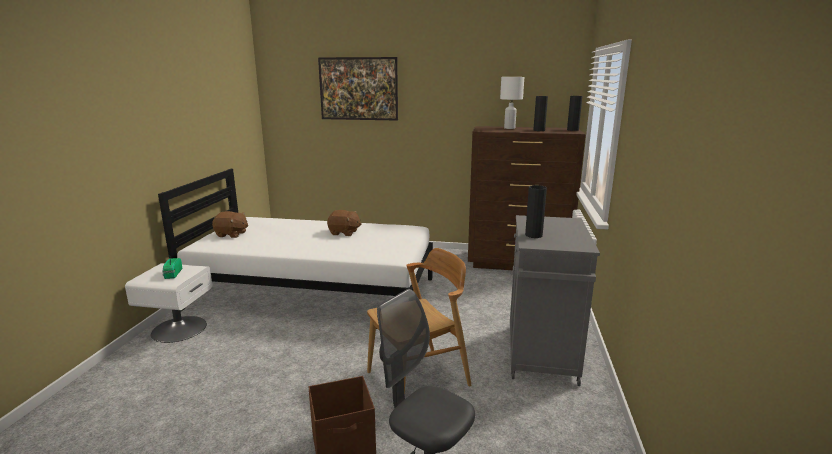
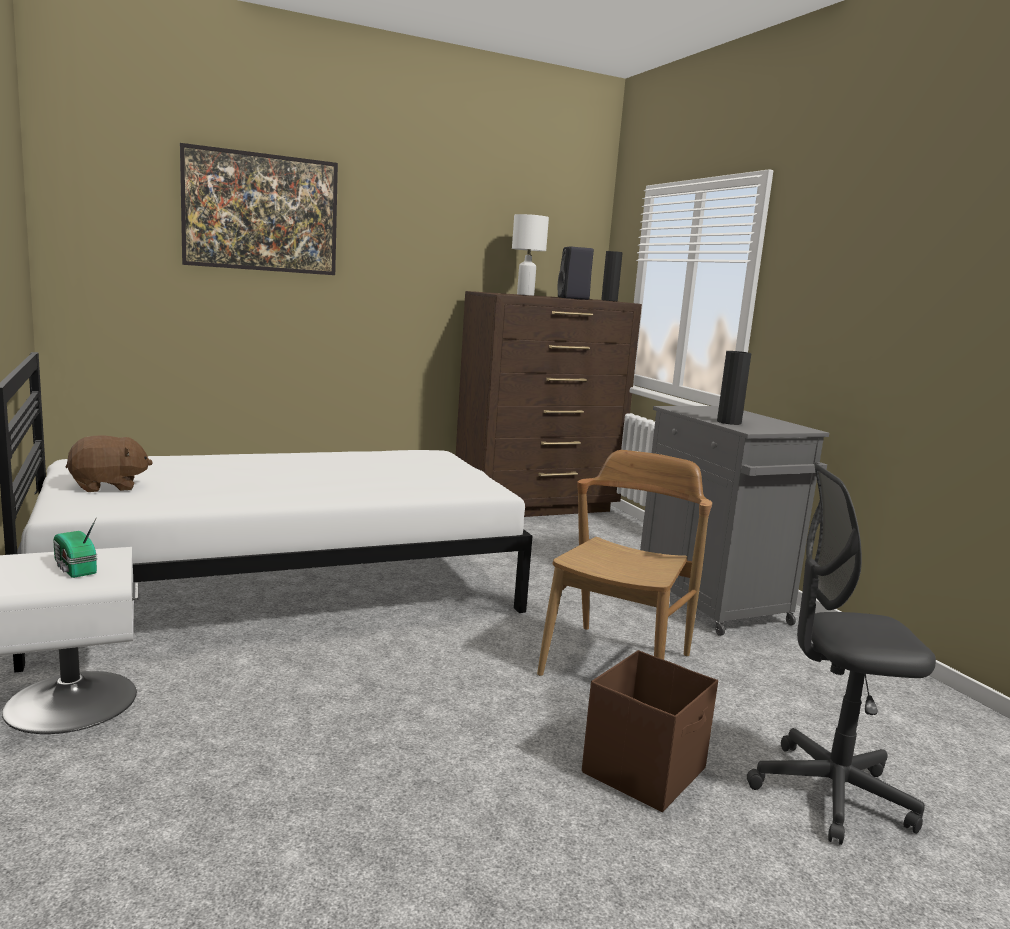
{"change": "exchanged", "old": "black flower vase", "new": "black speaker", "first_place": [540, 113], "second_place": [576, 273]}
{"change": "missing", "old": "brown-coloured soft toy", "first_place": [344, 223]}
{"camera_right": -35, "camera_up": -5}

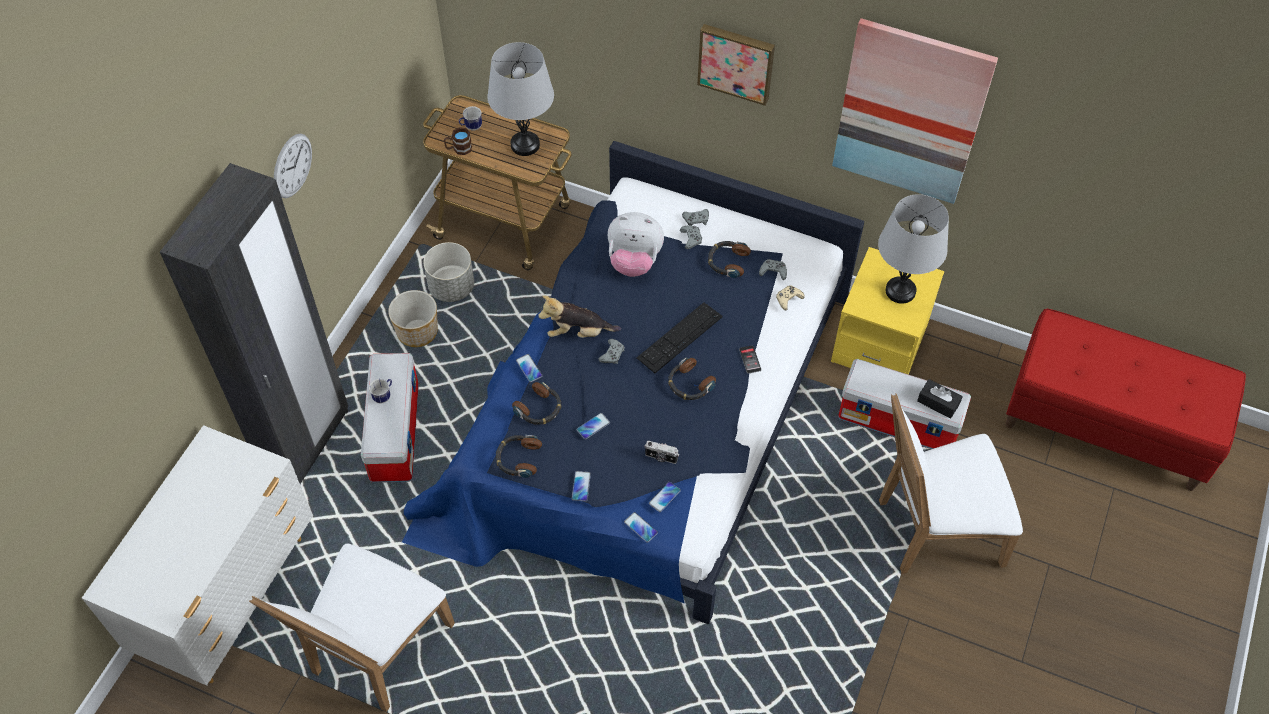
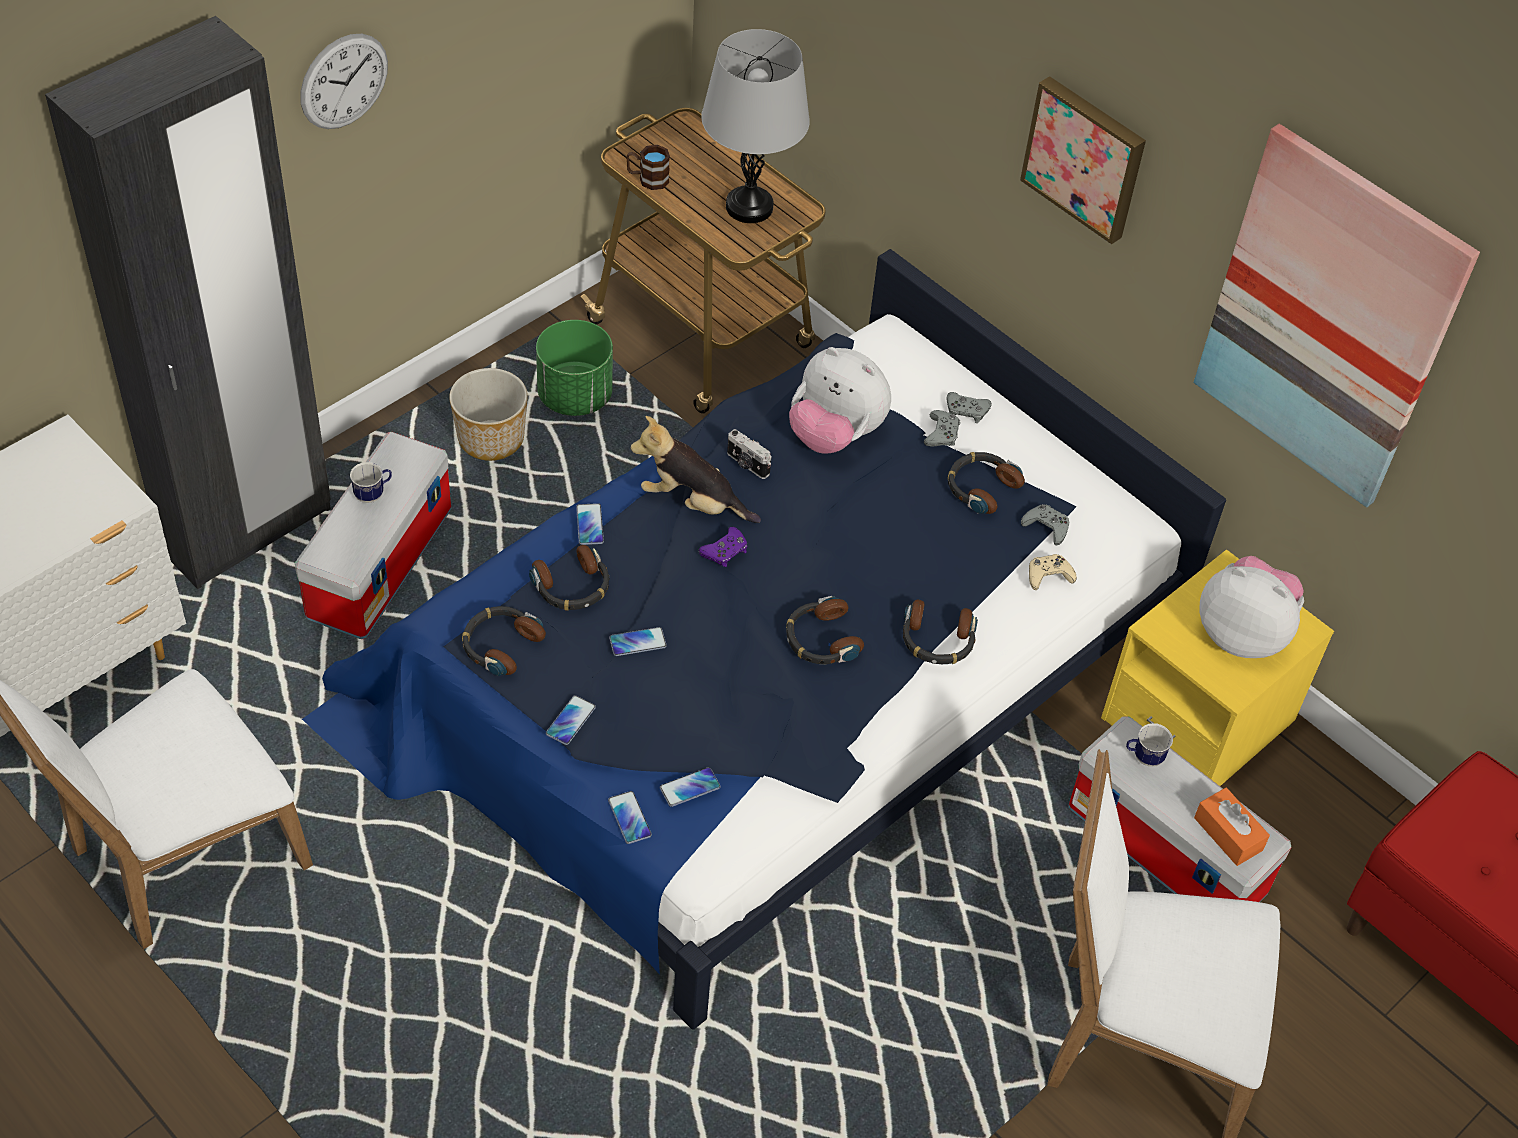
{"change": "colour", "old": "gray flower pot", "new": "greenish flower pot", "first_place": [448, 272], "second_place": [574, 368]}
{"change": "colour", "old": "gray joypad", "new": "purple-coloured joypad", "first_place": [611, 351], "second_place": [723, 547]}
{"change": "relocated", "old": "still camera", "first_place": [662, 452], "second_place": [749, 454]}
{"change": "exchanged", "old": "handset", "new": "headset", "first_place": [750, 360], "second_place": [940, 632]}
{"change": "relocated", "old": "coffee mug", "first_place": [470, 118], "second_place": [1149, 745]}
{"change": "colour", "old": "black box of tissues", "new": "orange-coloured box of tissues", "first_place": [940, 399], "second_place": [1232, 827]}
{"change": "exchanged", "old": "gray tabletop lamp", "new": "soft toy", "first_place": [913, 249], "second_place": [1251, 607]}
{"change": "missing", "old": "PC keyboard", "first_place": [680, 337]}
{"camera_right": 20, "camera_up": -5}

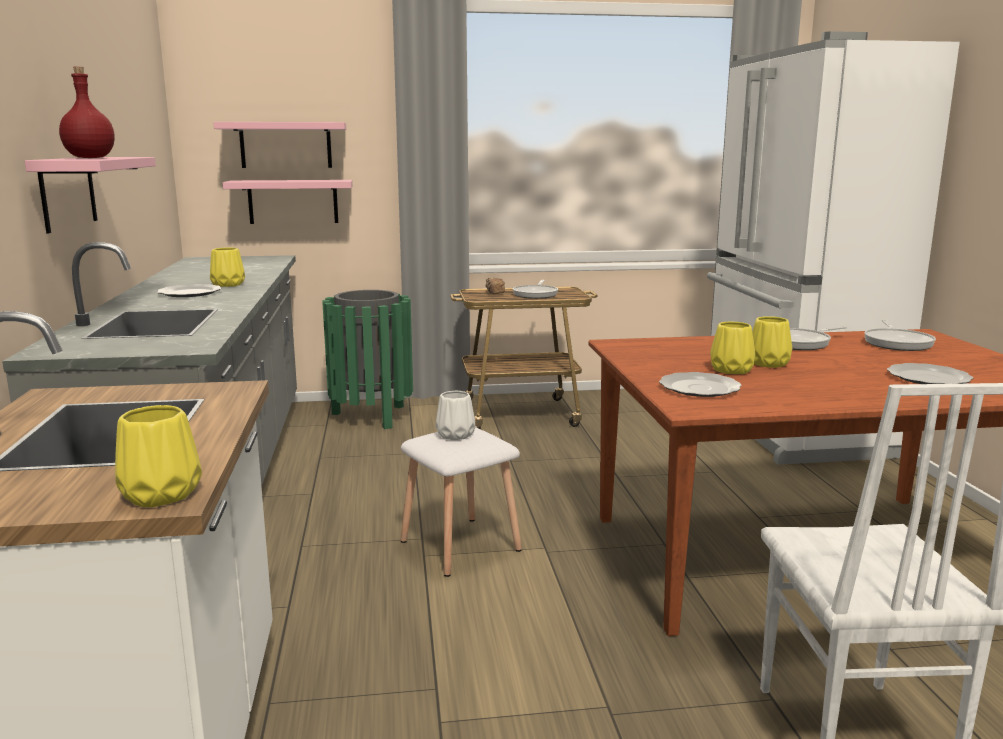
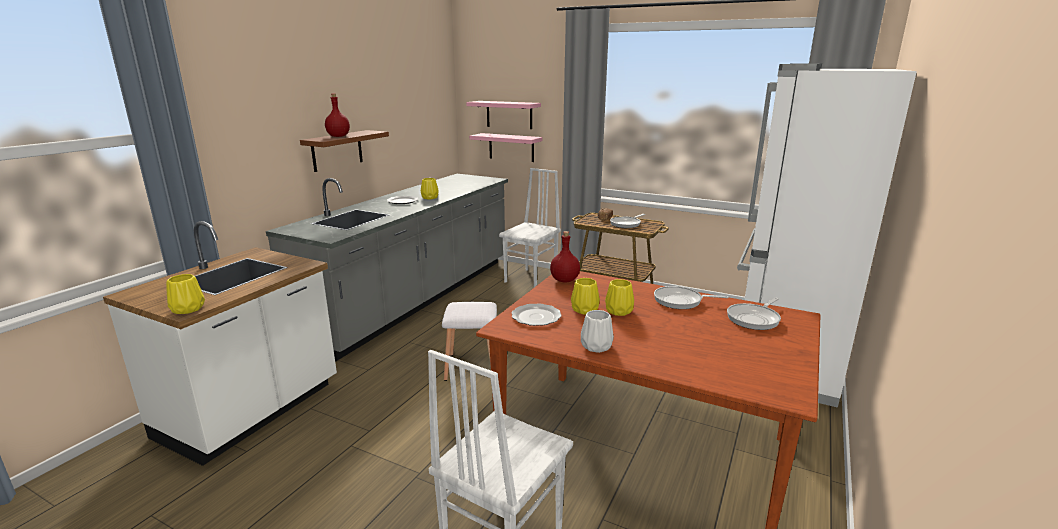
{"change": "colour", "old": "pinkish bracket shelf", "new": "brown-coloured bracket shelf", "first_place": [90, 195], "second_place": [344, 151]}
{"change": "exchanged", "old": "greenish waste bin", "new": "whitish upright chair", "first_place": [367, 359], "second_place": [530, 227]}
{"change": "appeared", "new": "red bottle", "second_place": [565, 257]}
{"change": "relocated", "old": "whitish flower vase", "first_place": [455, 415], "second_place": [597, 331]}
{"change": "missing", "old": "flat dish", "first_place": [930, 373]}
{"camera_right": 35, "camera_up": 5}

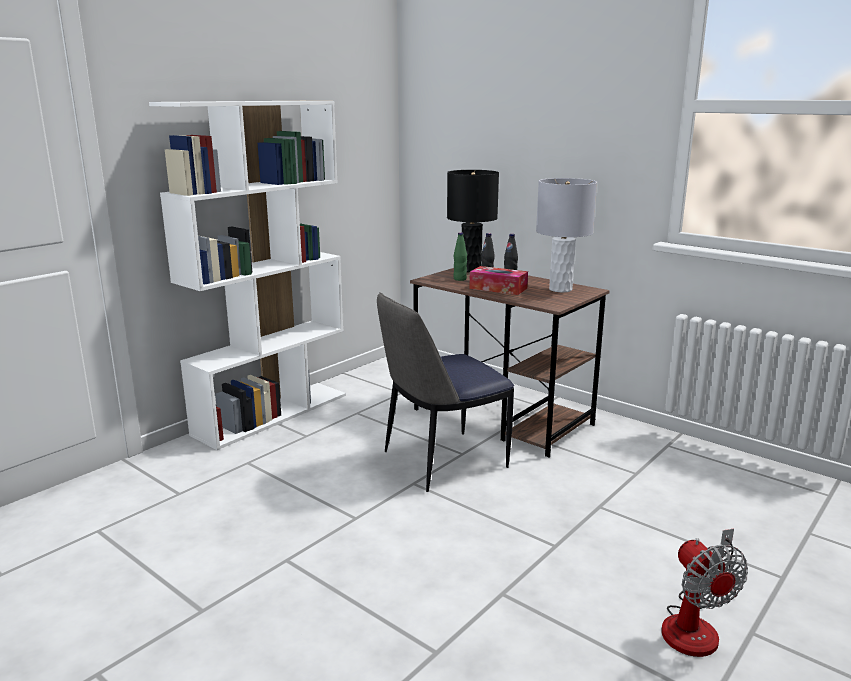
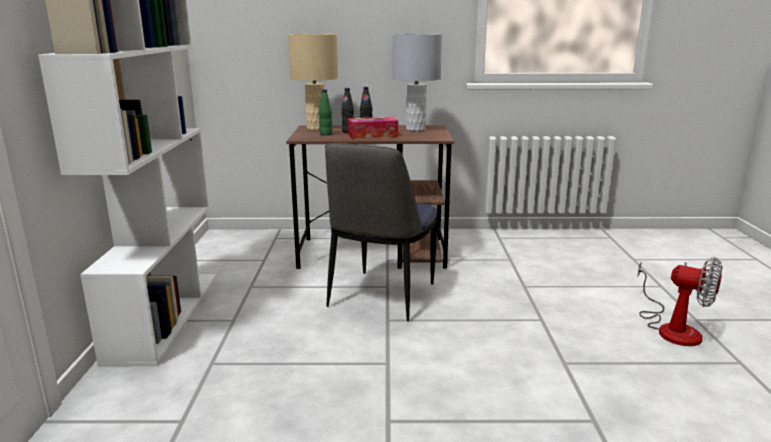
{"change": "colour", "old": "black tabletop lamp", "new": "beige-coloured tabletop lamp", "first_place": [473, 221], "second_place": [313, 82]}
{"camera_right": -40, "camera_up": 0}

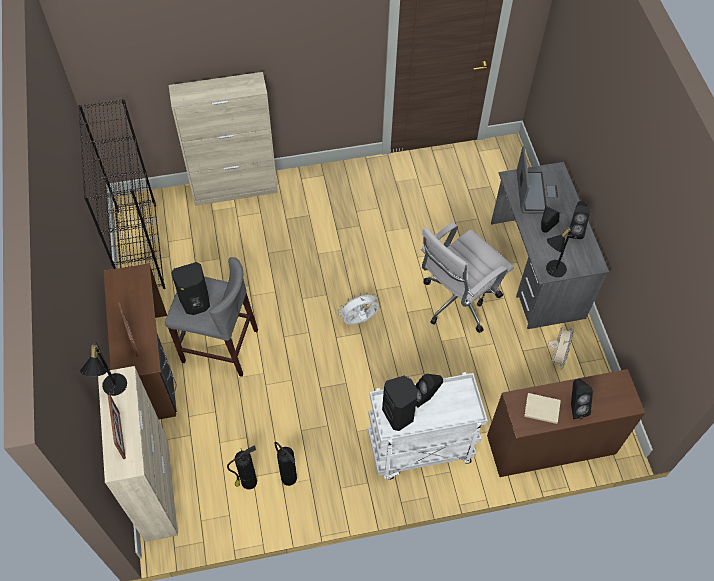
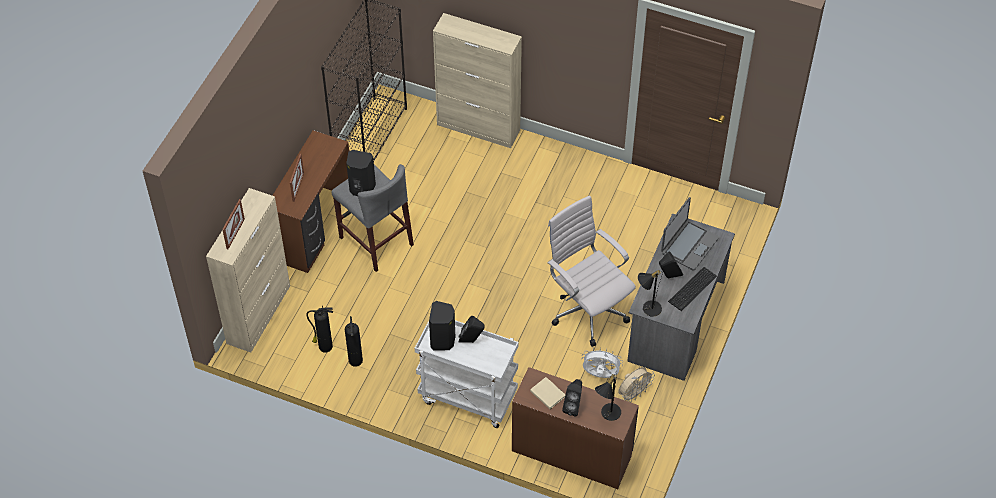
{"change": "spun", "old": "whitish office chair", "first_place": [467, 277], "second_place": [591, 271], "degrees": 60}
{"change": "relocated", "old": "whitish fan", "first_place": [358, 308], "second_place": [602, 363]}
{"change": "relocated", "old": "black tabletop lamp", "first_place": [103, 369], "second_place": [608, 397]}
{"change": "exchanged", "old": "black speaker", "new": "PC keyboard", "first_place": [579, 220], "second_place": [692, 289]}
{"camera_right": 35, "camera_up": -5}

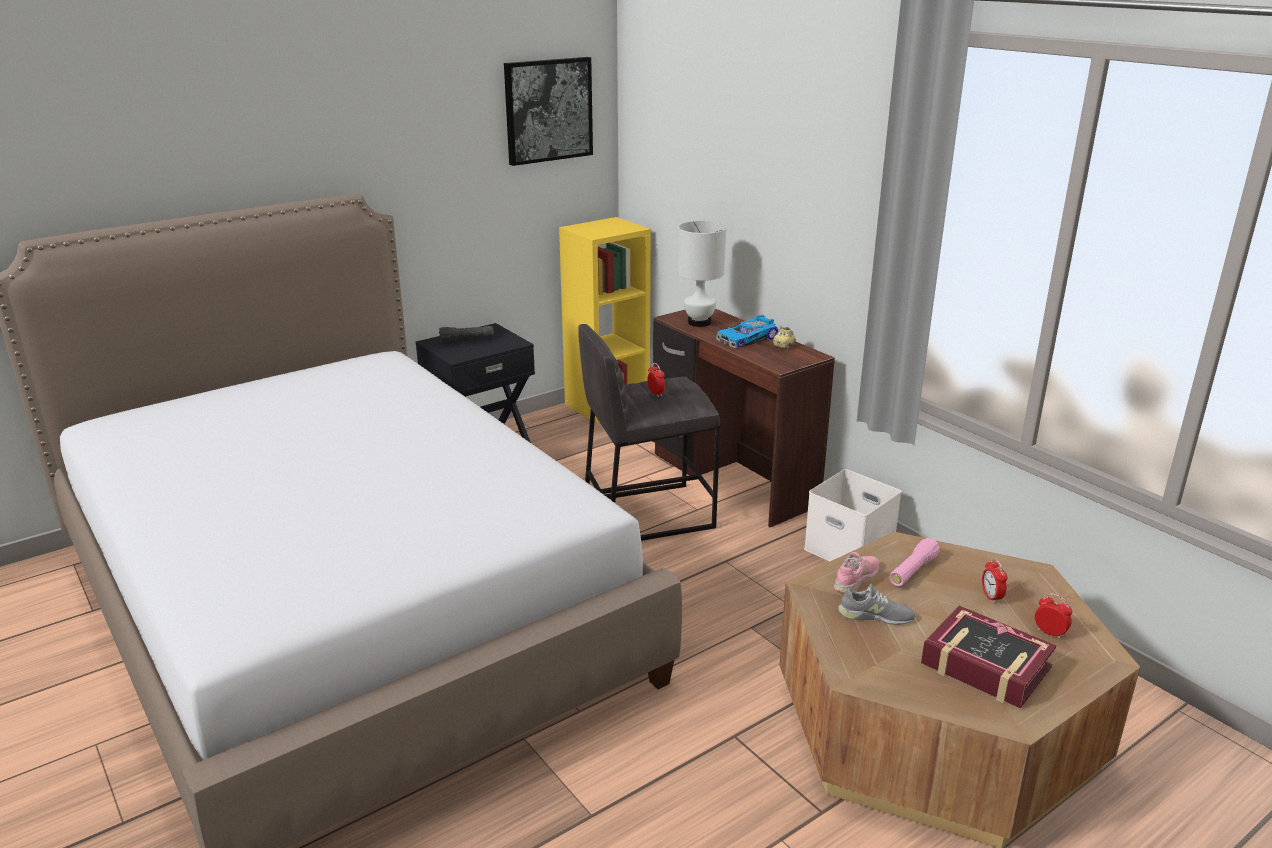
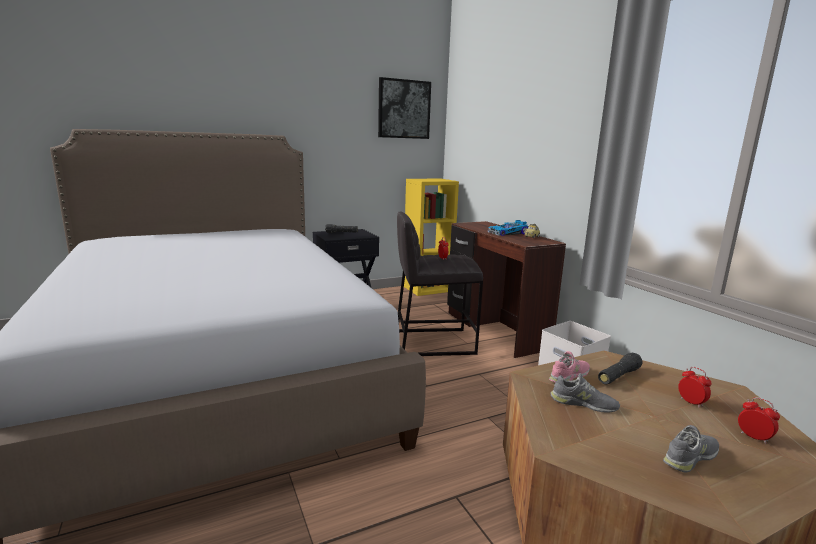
{"change": "colour", "old": "pinkish hand torch", "new": "black hand torch", "first_place": [915, 562], "second_place": [620, 368]}
{"change": "exchanged", "old": "volume", "new": "gray item of footwear", "first_place": [988, 657], "second_place": [691, 449]}
{"change": "spun", "old": "table clock", "first_place": [995, 581], "second_place": [695, 387], "degrees": 150}
{"change": "missing", "old": "whitish tabletop lamp", "first_place": [702, 274]}
{"camera_right": 10, "camera_up": -10}

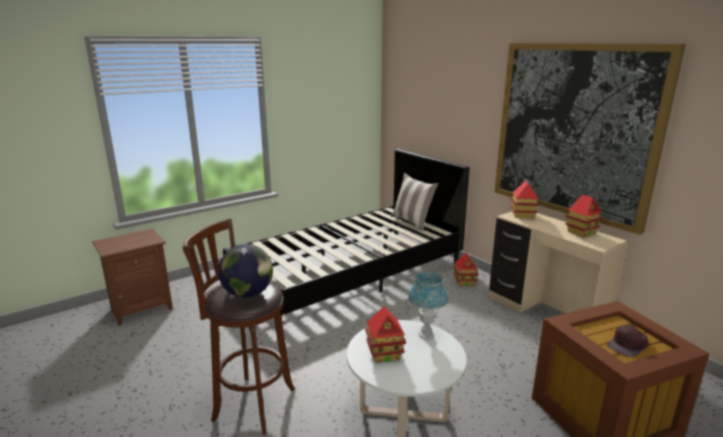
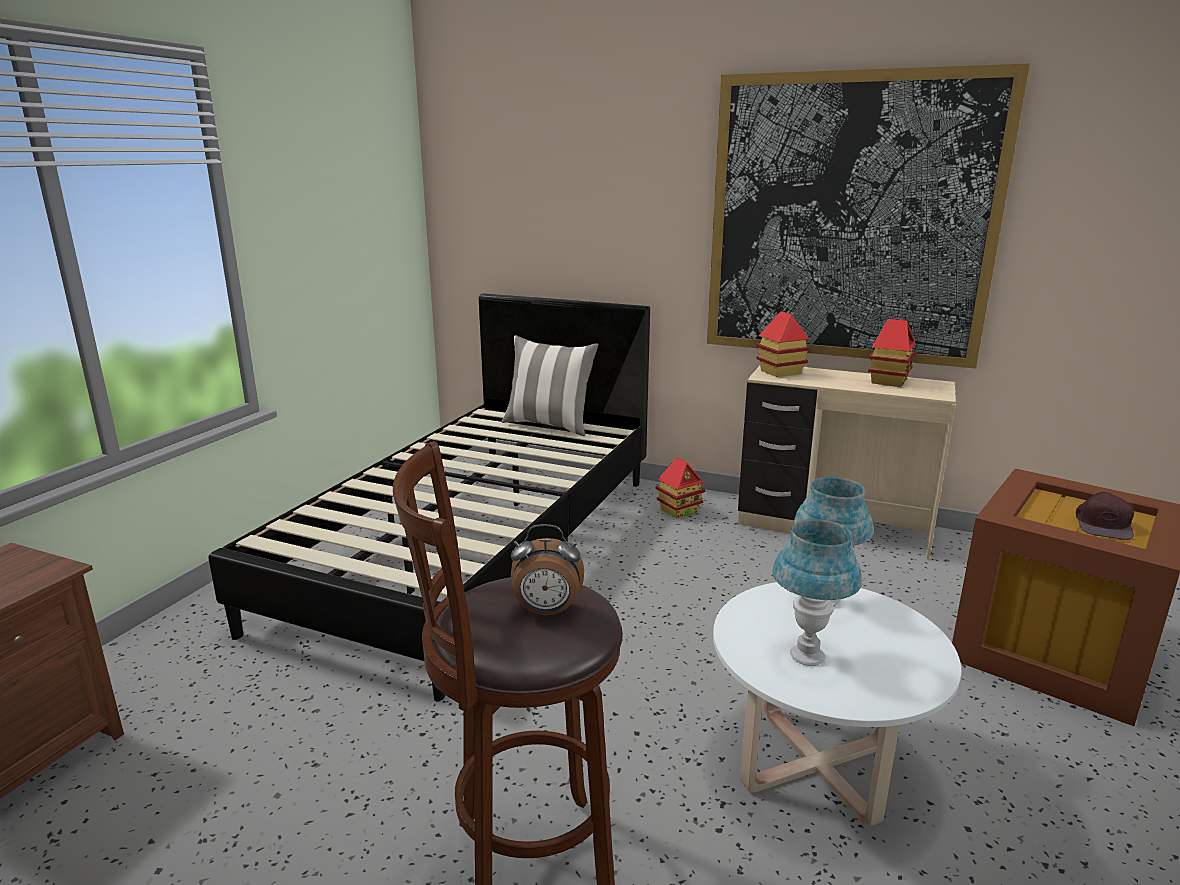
{"change": "exchanged", "old": "globe", "new": "table clock", "first_place": [245, 271], "second_place": [547, 569]}
{"change": "exchanged", "old": "miniature house", "new": "blue-coloured tabletop lamp", "first_place": [385, 334], "second_place": [817, 592]}
{"camera_right": -30, "camera_up": 0}

